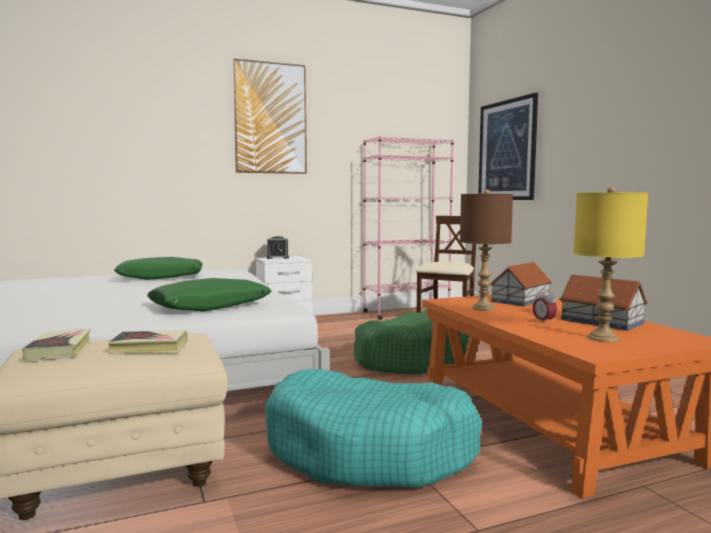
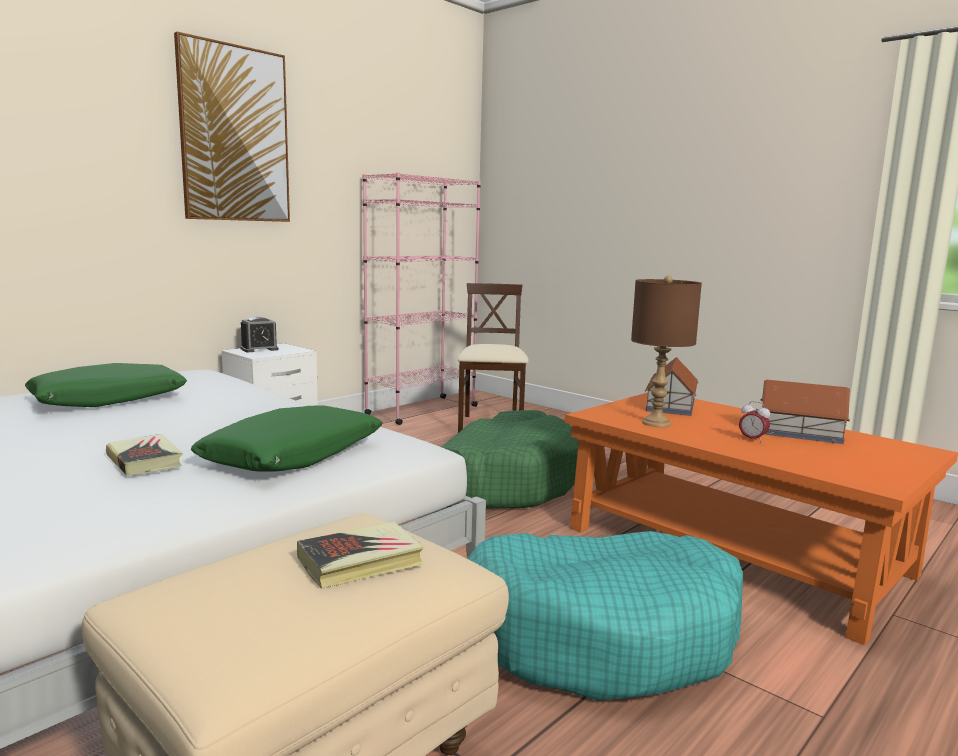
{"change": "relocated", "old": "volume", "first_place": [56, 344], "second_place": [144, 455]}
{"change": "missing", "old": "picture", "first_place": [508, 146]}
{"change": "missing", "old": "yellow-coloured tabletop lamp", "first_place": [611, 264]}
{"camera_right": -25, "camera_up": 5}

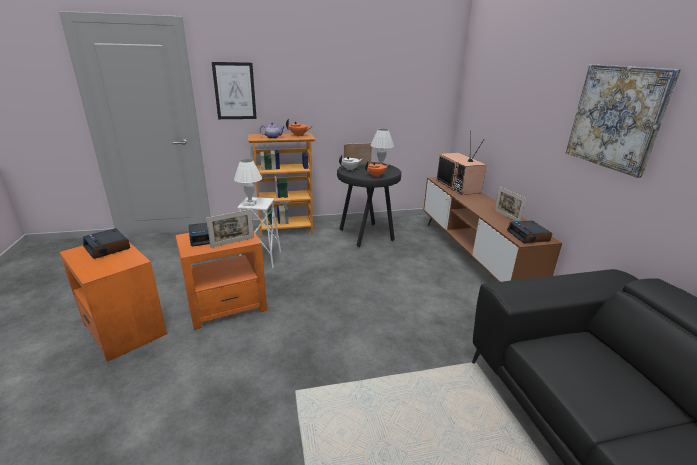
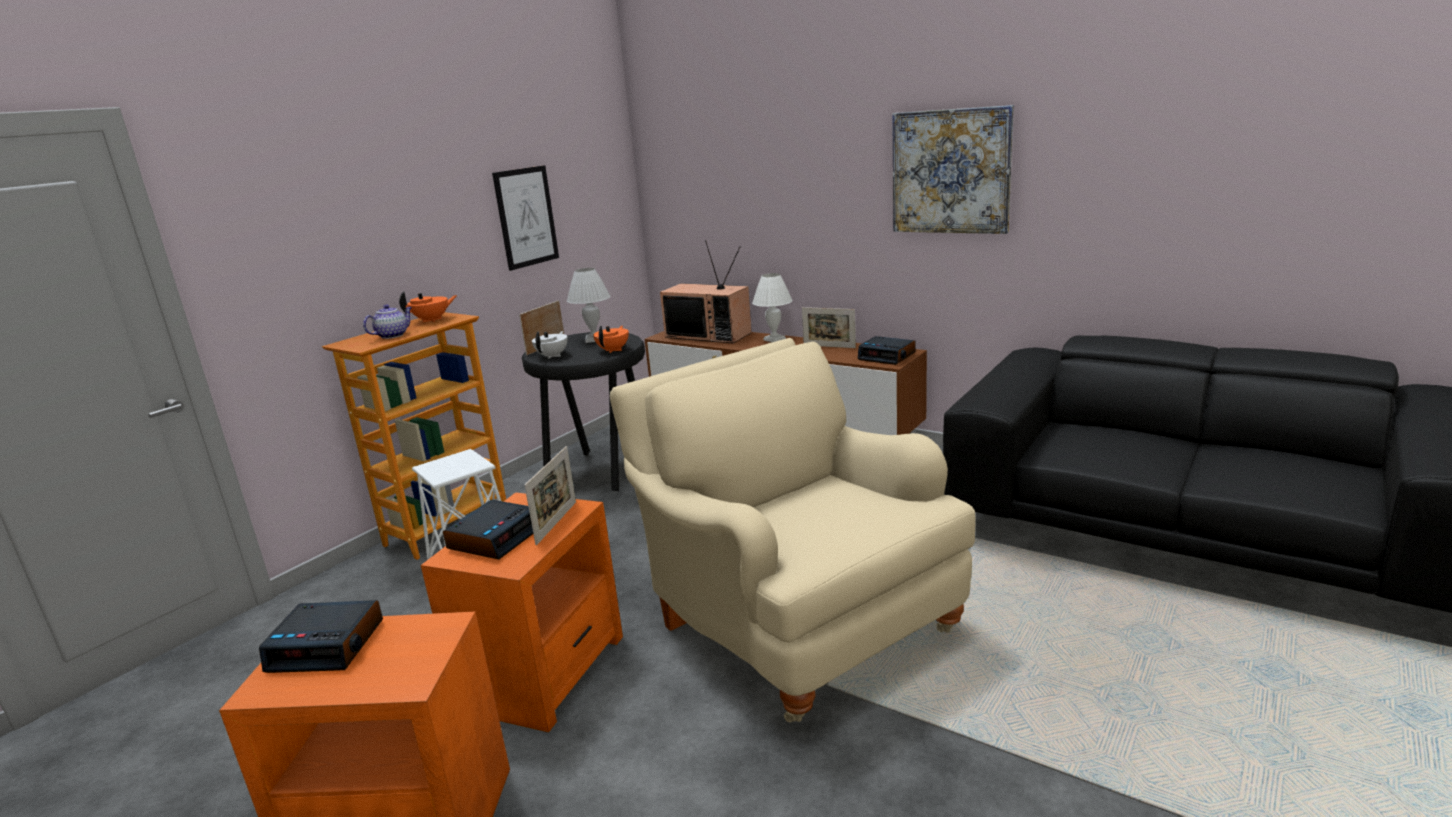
{"change": "relocated", "old": "picture", "first_place": [234, 90], "second_place": [525, 218]}
{"change": "appeared", "new": "beige-coloured lounge chair", "second_place": [793, 530]}
{"change": "relocated", "old": "whitish tabletop lamp", "first_place": [248, 182], "second_place": [772, 307]}
{"camera_right": -40, "camera_up": -5}

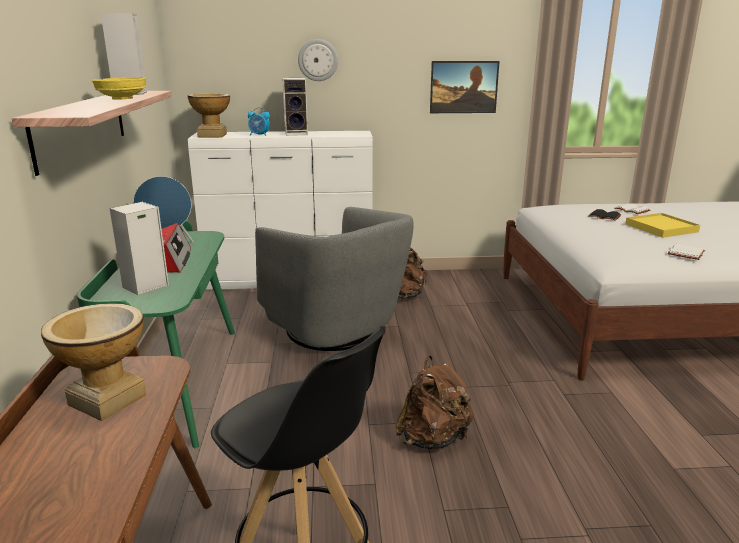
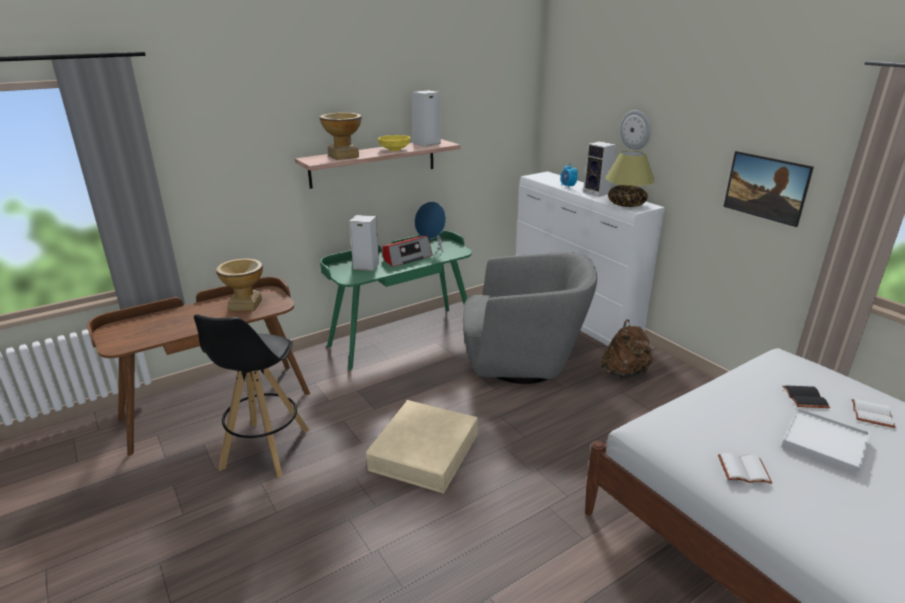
{"change": "relocated", "old": "flower vase", "first_place": [208, 115], "second_place": [340, 136]}
{"change": "exchanged", "old": "brown-coloured backpack", "new": "beige-coloured storage bin", "first_place": [434, 402], "second_place": [422, 446]}
{"change": "spun", "old": "gray lounge chair", "first_place": [334, 279], "second_place": [530, 318], "degrees": -105}
{"change": "appeared", "new": "tabletop lamp", "second_place": [630, 178]}
{"change": "colour", "old": "yellow-coloured tray", "new": "whitish tray", "first_place": [662, 225], "second_place": [825, 442]}
{"camera_right": 60, "camera_up": 5}

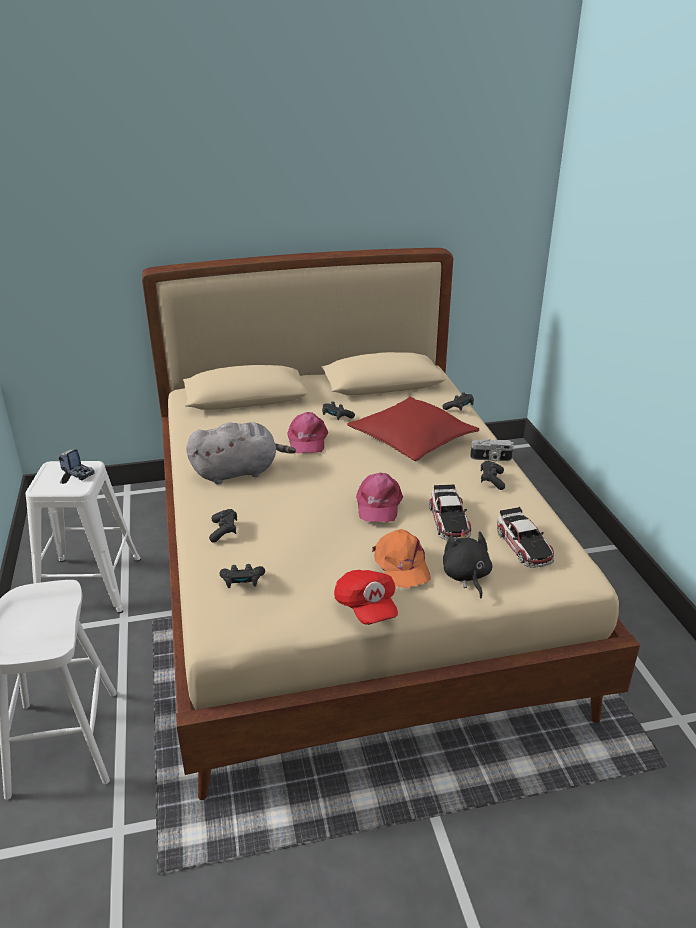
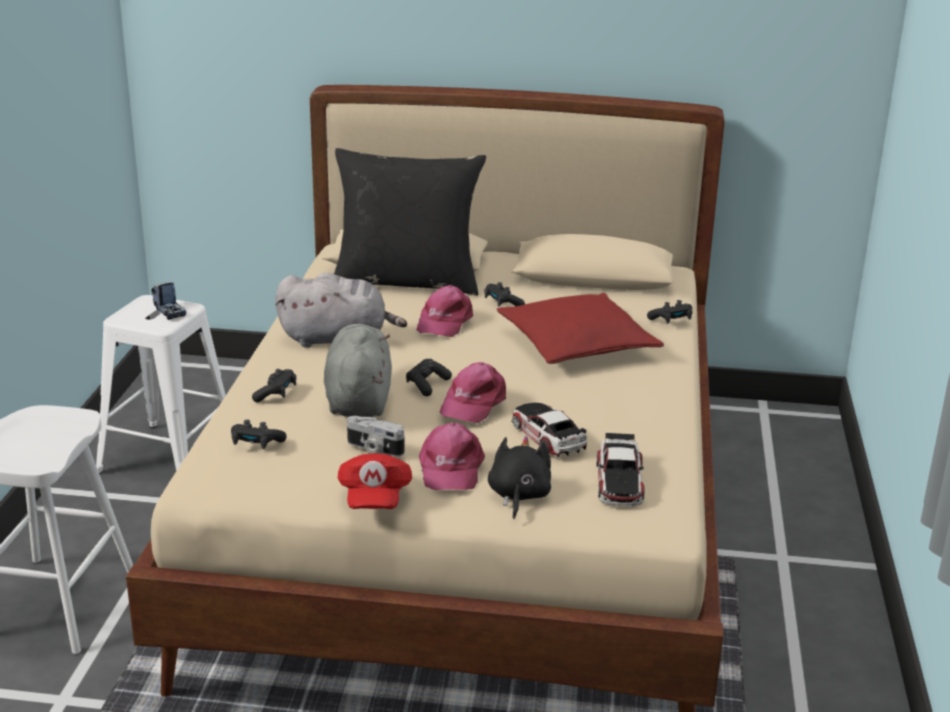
{"change": "appeared", "new": "gray soft toy", "second_place": [358, 370]}
{"change": "appeared", "new": "black pillow", "second_place": [410, 222]}
{"change": "relocated", "old": "still camera", "first_place": [492, 450], "second_place": [375, 436]}
{"change": "relocated", "old": "black joypad", "first_place": [493, 475], "second_place": [429, 377]}
{"change": "colour", "old": "orange-coloured peaked cap", "new": "pinkish peaked cap", "first_place": [401, 558], "second_place": [452, 456]}
{"change": "spun", "old": "model car", "first_place": [450, 512], "second_place": [549, 430], "degrees": 135}
{"camera_right": 20, "camera_up": -5}

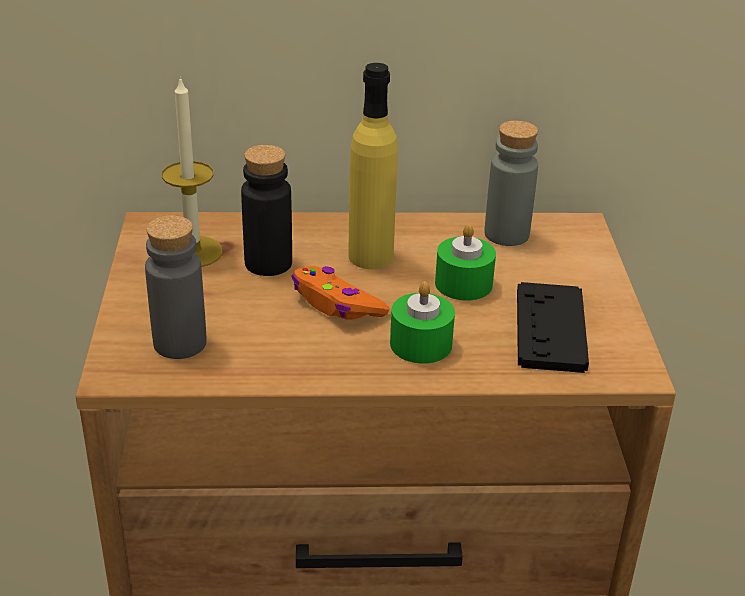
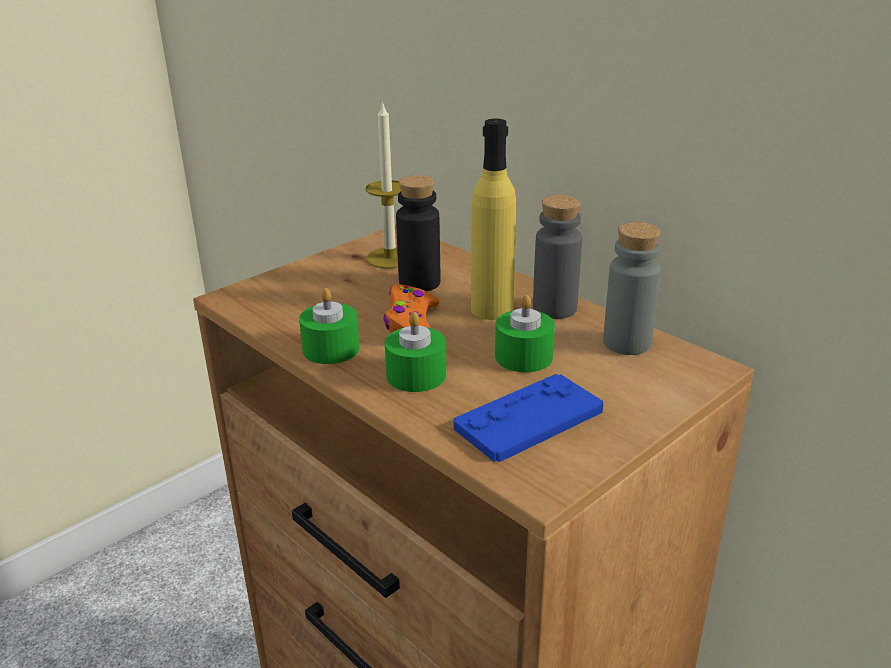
{"change": "appeared", "new": "greenish wax light", "second_place": [329, 326]}
{"change": "colour", "old": "black joypad", "new": "blue-coloured joypad", "first_place": [553, 327], "second_place": [528, 418]}
{"change": "relocated", "old": "gray bottle", "first_place": [176, 287], "second_place": [557, 257]}
{"camera_right": 50, "camera_up": -5}

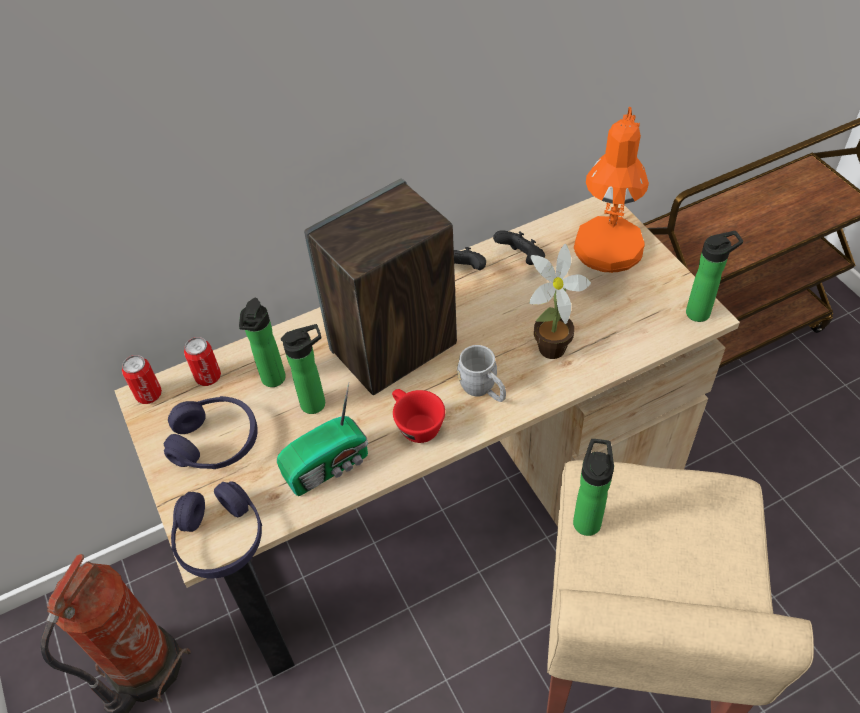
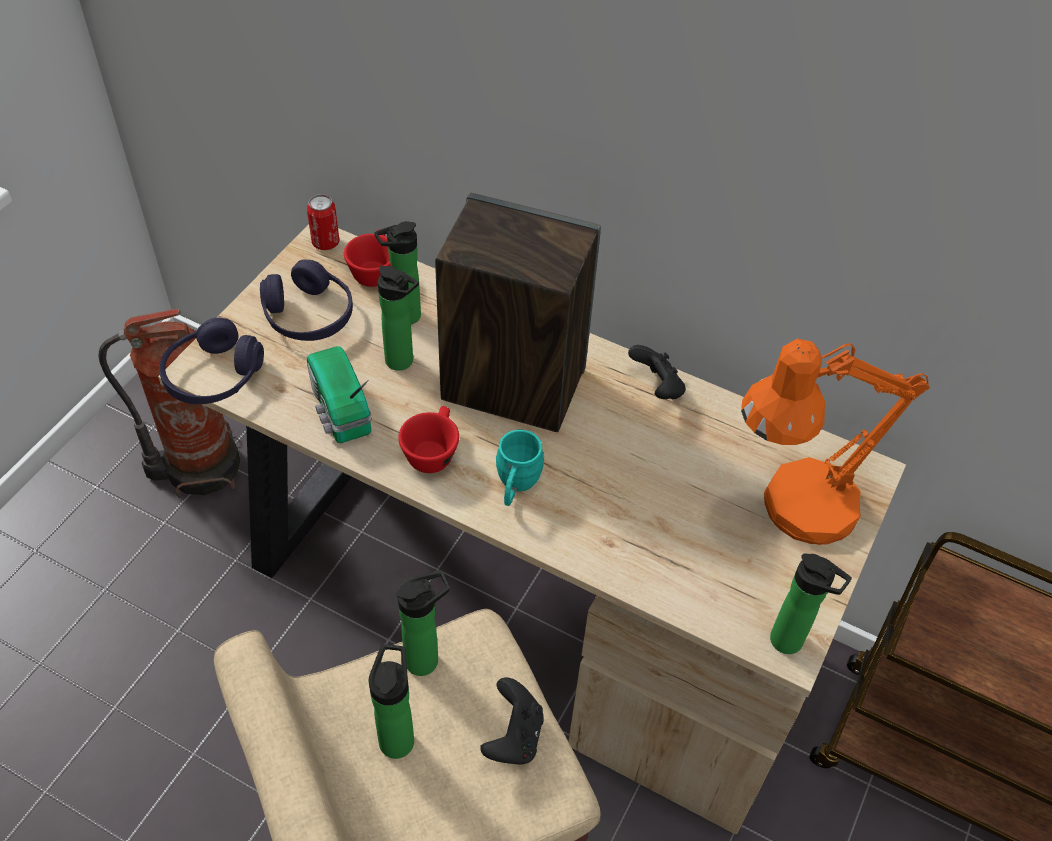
{"change": "spun", "old": "radio receiver", "first_place": [322, 439], "second_place": [339, 394], "degrees": 45}
{"change": "exchanged", "old": "can", "new": "red cup", "first_place": [202, 361], "second_place": [367, 258]}
{"change": "appeared", "new": "bottle", "second_place": [391, 701]}
{"change": "relocated", "old": "black joypad", "first_place": [519, 247], "second_place": [512, 721]}
{"change": "colour", "old": "gray coffee mug", "new": "turquoise coffee mug", "first_place": [481, 373], "second_place": [520, 468]}
{"change": "missing", "old": "potted plant", "first_place": [560, 301]}
{"camera_right": 50, "camera_up": 0}

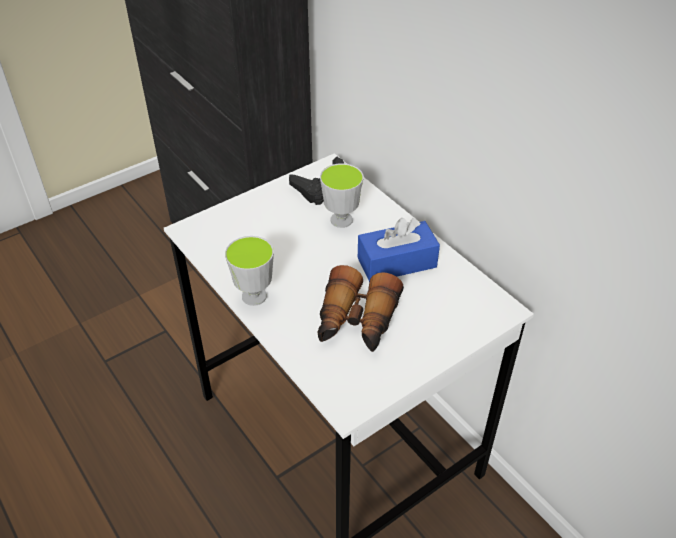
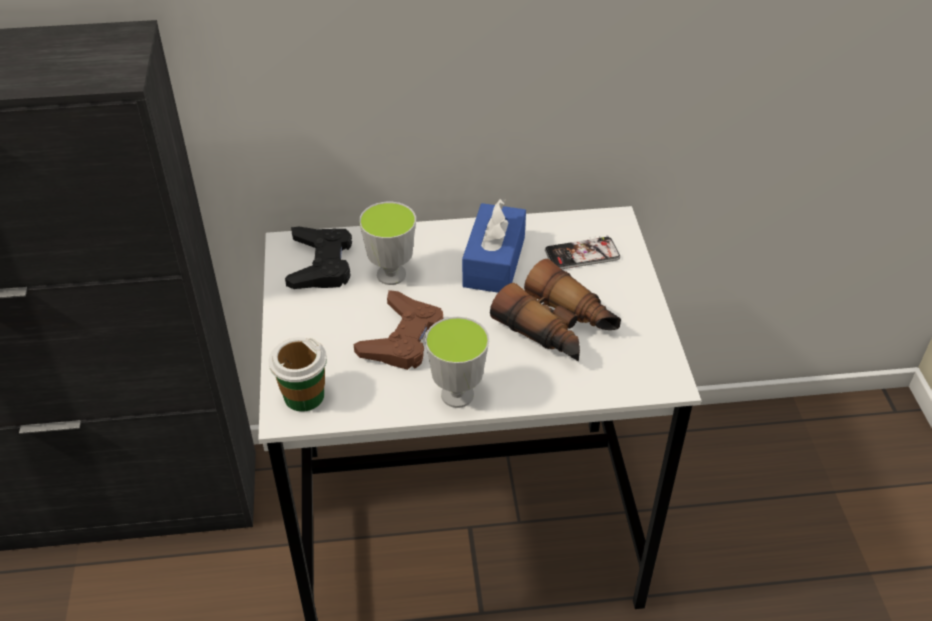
{"change": "appeared", "new": "cup", "second_place": [298, 374]}
{"change": "appeared", "new": "brown-coloured joypad", "second_place": [398, 330]}
{"change": "appeared", "new": "handset", "second_place": [583, 252]}
{"camera_right": -60, "camera_up": 0}

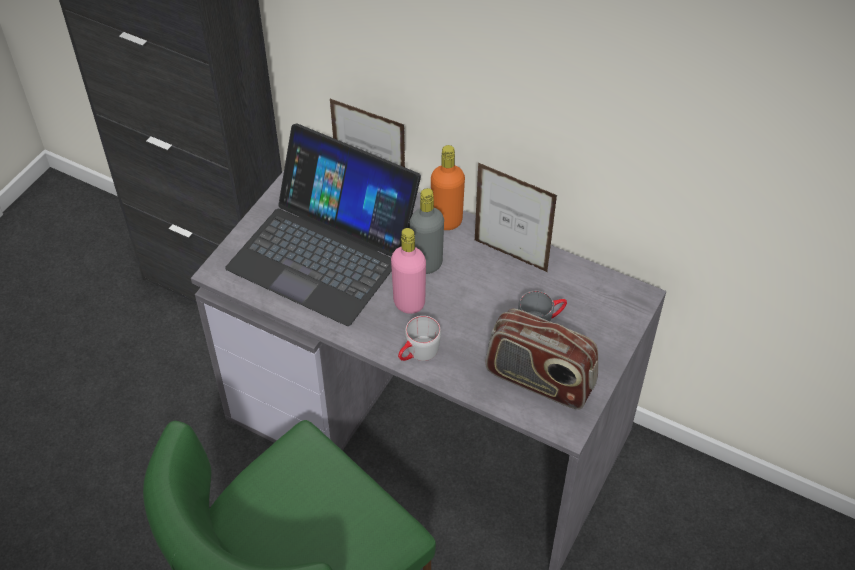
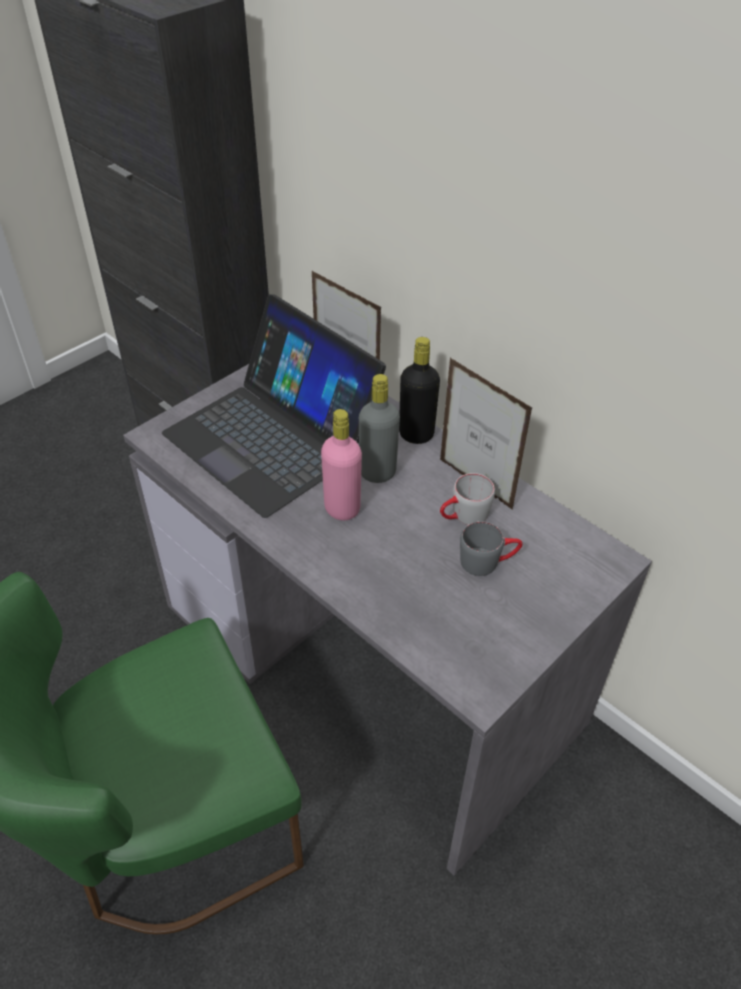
{"change": "colour", "old": "orange-coloured bottle", "new": "black bottle", "first_place": [448, 187], "second_place": [419, 390]}
{"change": "relocated", "old": "gray coffee mug", "first_place": [419, 338], "second_place": [467, 499]}
{"change": "missing", "old": "radio receiver", "first_place": [541, 358]}
{"camera_right": 15, "camera_up": -5}

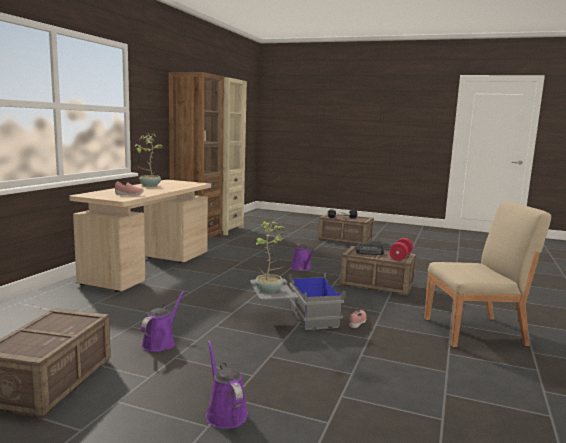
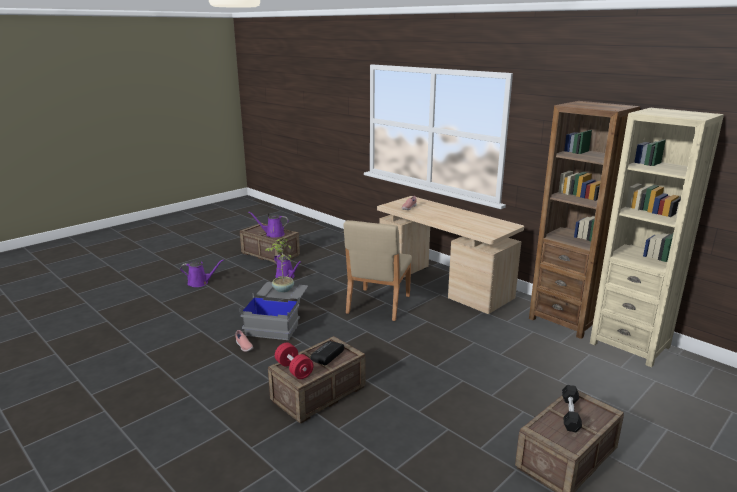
{"change": "relocated", "old": "purple-coloured watering pot", "first_place": [302, 257], "second_place": [268, 225]}
{"change": "relocated", "old": "beige-coloured upright chair", "first_place": [487, 274], "second_place": [378, 270]}
{"change": "missing", "old": "potted plant", "first_place": [149, 160]}
{"camera_right": 115, "camera_up": 10}

